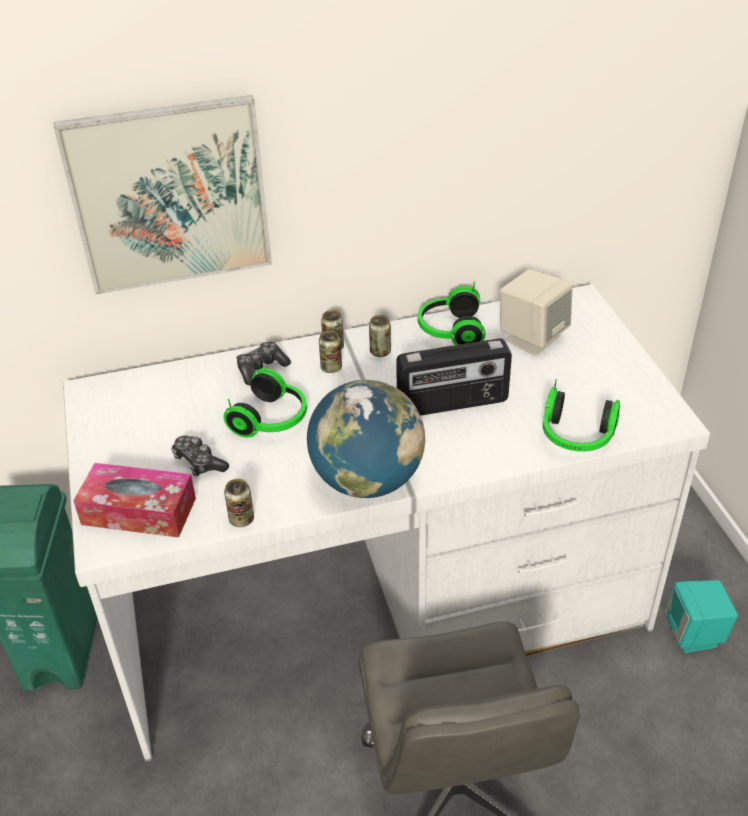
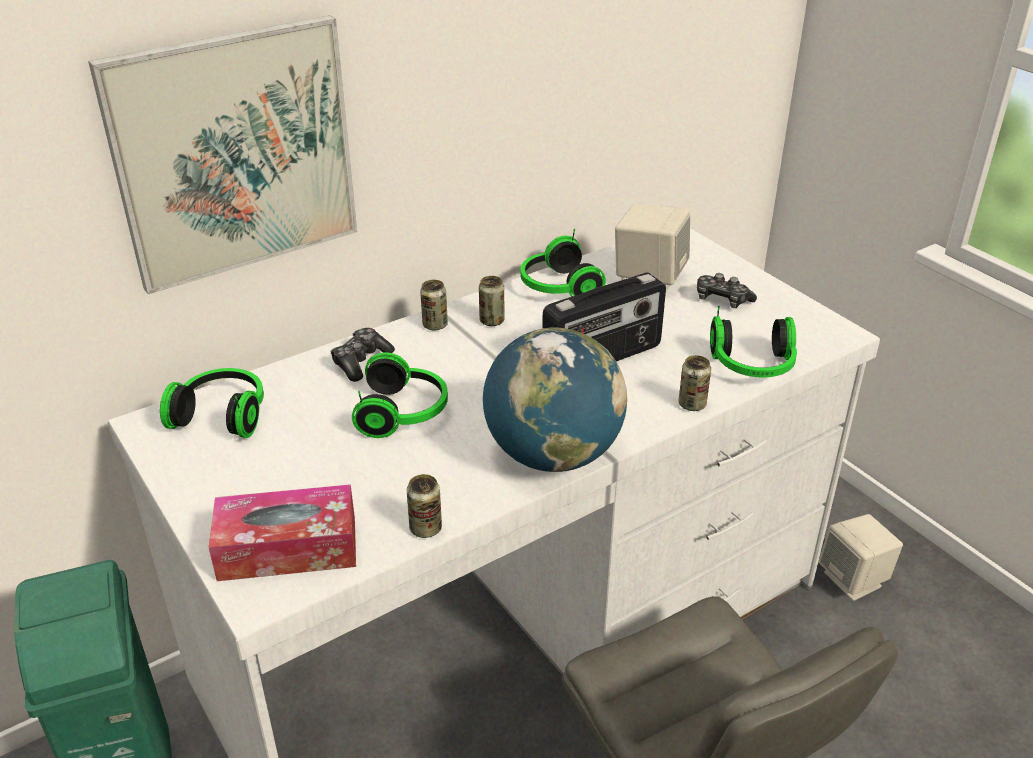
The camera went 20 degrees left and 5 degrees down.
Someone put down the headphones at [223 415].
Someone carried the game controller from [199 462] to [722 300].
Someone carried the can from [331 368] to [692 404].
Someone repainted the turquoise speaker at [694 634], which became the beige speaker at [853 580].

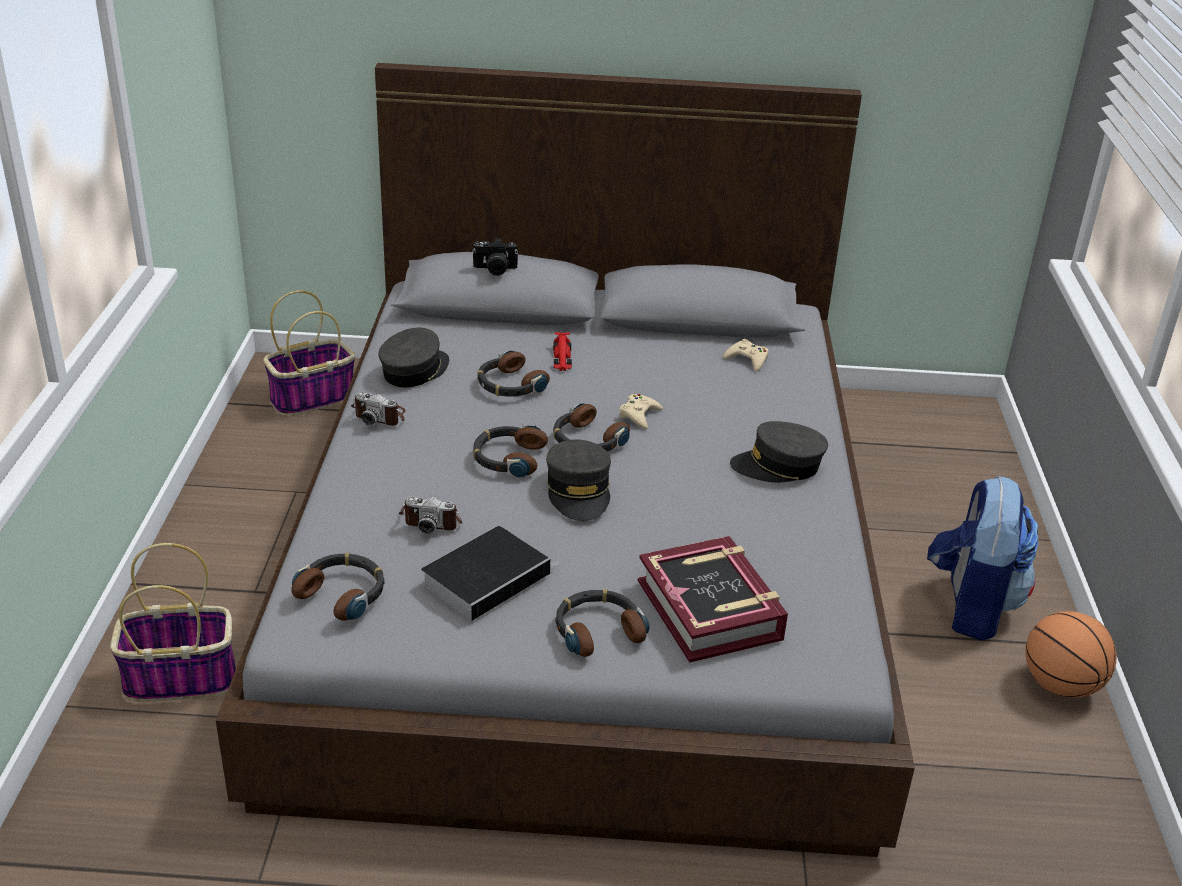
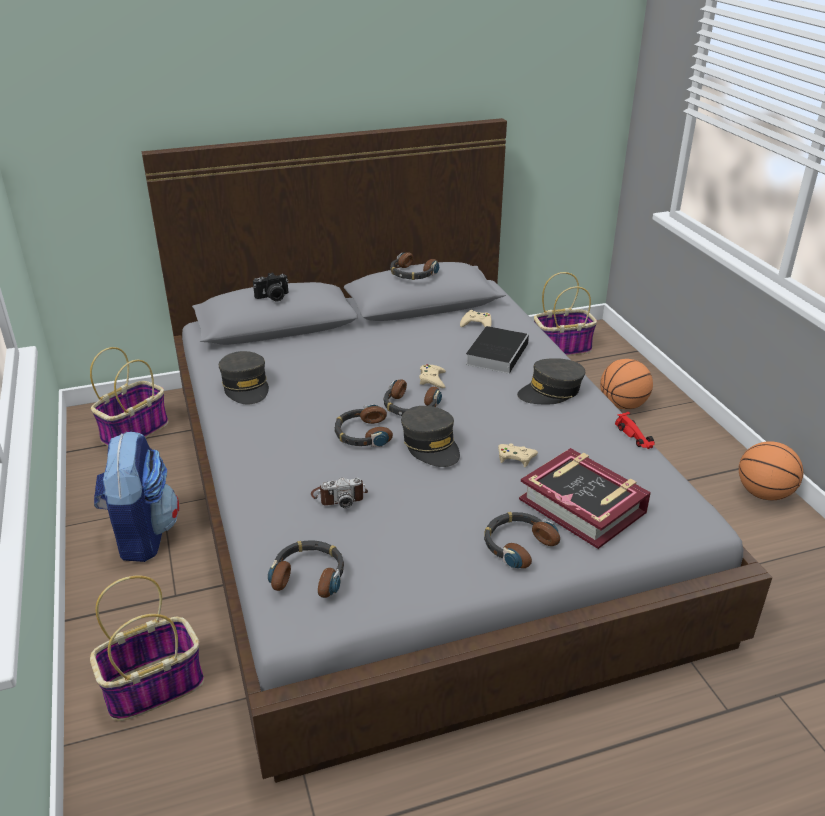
The camera went 20 degrees left and 0 degrees up.
Someone took away the photo camera at [380 415].
Someone put down the beige game controller at [515 458].
Someone put down the basket at [562 348].
Someone put down the basketball at [623 405].
Someone carried the book from [488 577] to [497 353].
Someone carried the headphones from [510 385] to [412 274].
Someone carried the red toy car from [562 358] to [635 436].
Someone carried the backpack from [971 606] to [142 535].
Someone rotated the grey cap at [415 370] by 150 degrees clockwise.

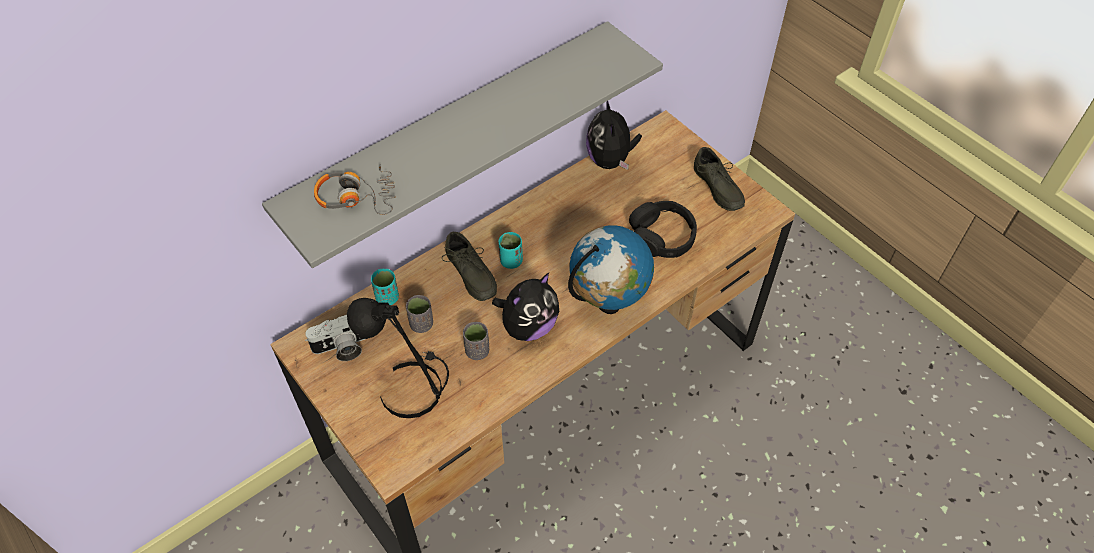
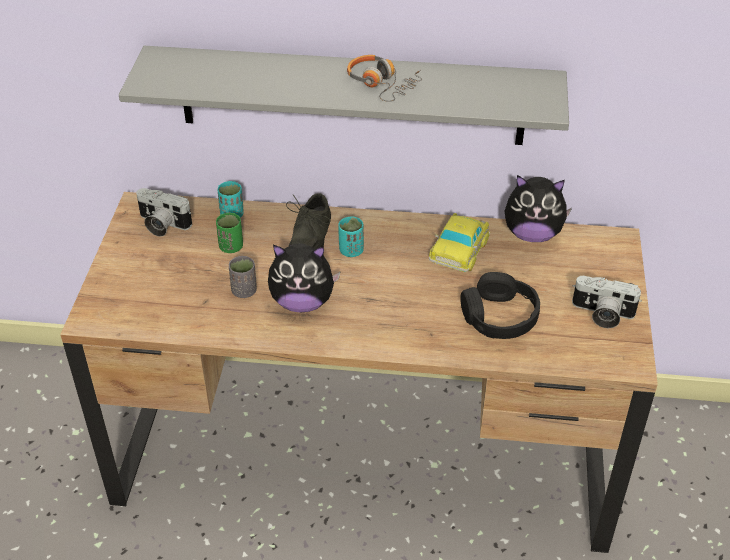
The camera went 45 degrees right and 10 degrees down.
Someone took away the black table lamp at [412 386].
Someone took away the globe at [608 303].
Someone put down the toy car at [460 248].
Someone carried the headphones from [356 197] to [381 84].
Someone swapped the grey shoe at [715 189] for the photo camera at [602 314].
Someone repainted the grey cup at [421 324], which became the green cup at [231 247].
Someone rotated the plush toy at [610 160] by 120 degrees counterclockwise.

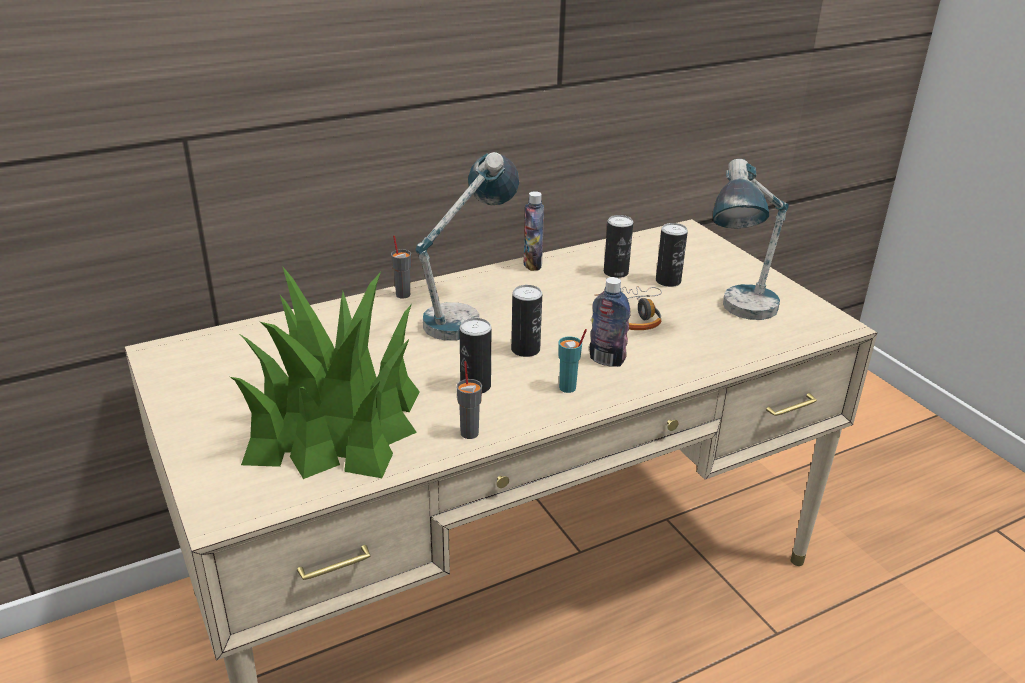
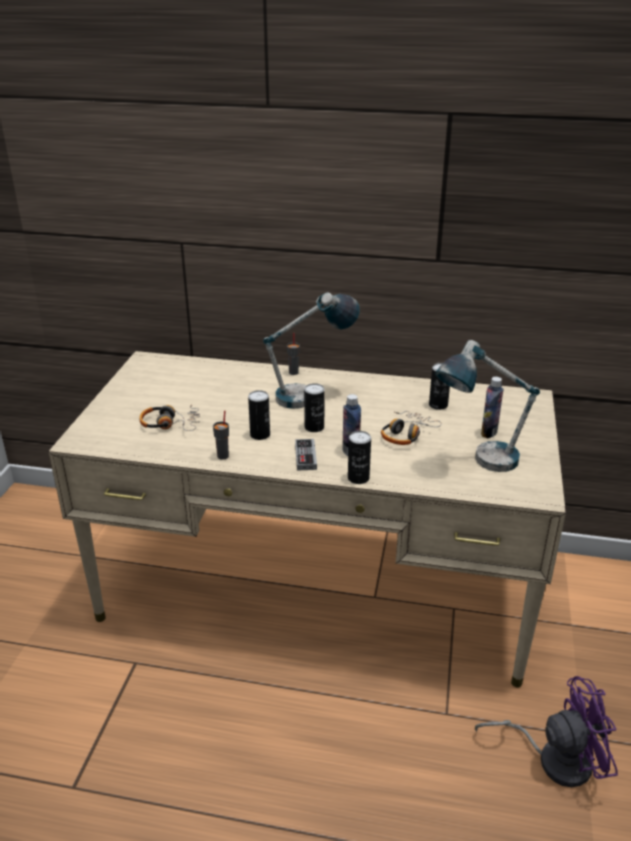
The camera went 40 degrees right and 0 degrees up.
Someone put down the purple fan at [554 758].
Someone carried the bottle from [532 264] to [489 432].
Someone carried the can from [668 281] to [358 478].
Someone swapped the potted plant at [334 423] for the headphones at [171 424].
Someone swapped the turquoise cup at [568 388] for the game controller at [305 457].

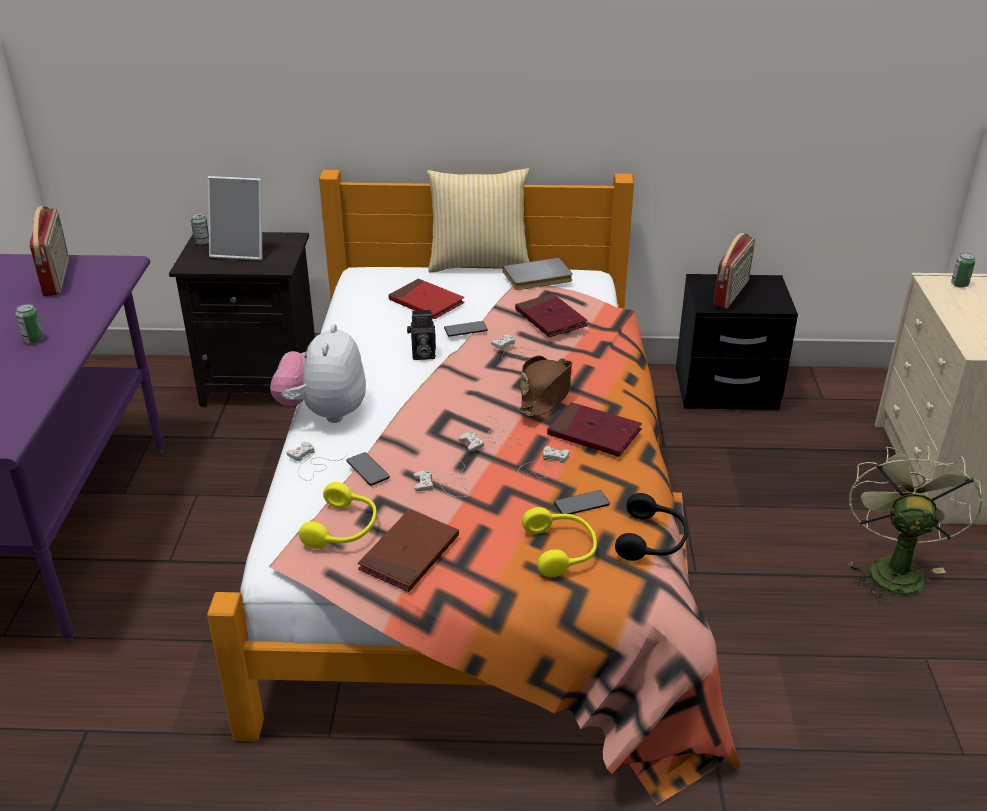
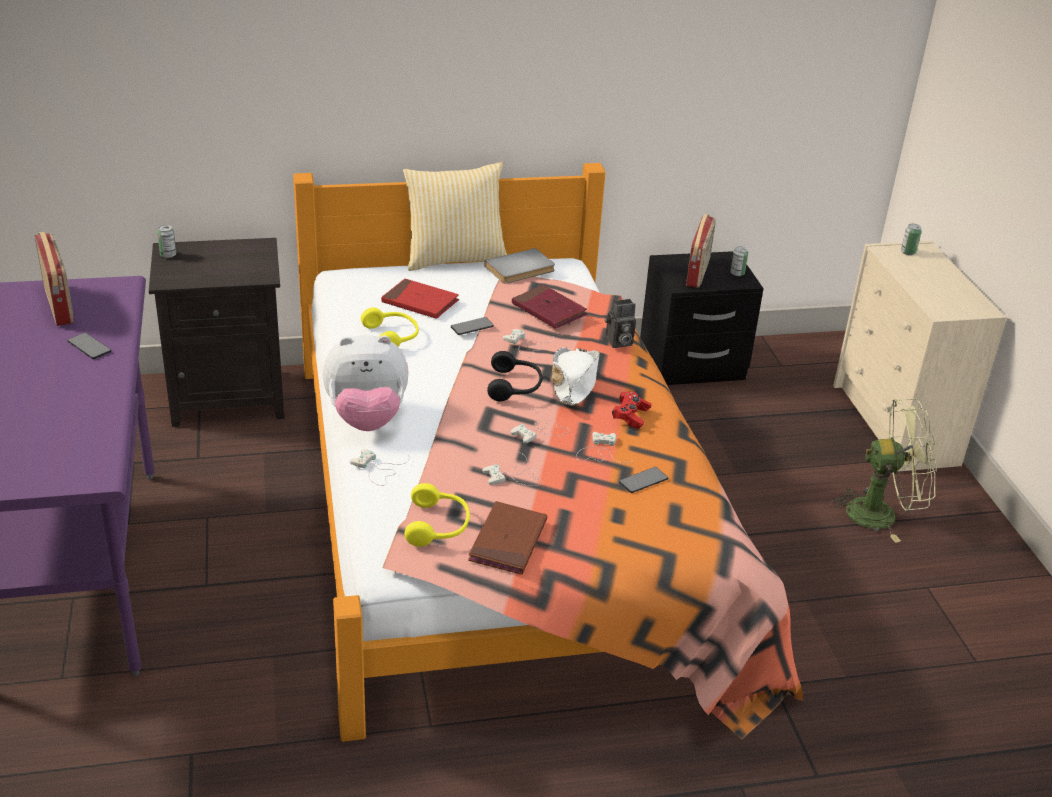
The camera went 15 degrees left and 0 degrees up.
Someone took away the picture frame at [242 251].
Someone carried the can from [33 340] to [737 273].
Someone carried the phone from [367 470] to [89 347].
Someone carried the photo camera from [422 355] to [618 342].
Someone carried the yellow headphones from [562 550] to [393 336].
Someone carried the black headphones from [652 540] to [515 386].
Someone swapped the red book at [594 433] for the red game controller at [630 416].
Someone repainted the brown hat at [546 393], which became the white hat at [574 382].
Someone rotated the plush toy at [324 412] by 90 degrees counterclockwise.
Someone rotated the green fan at [893 567] by 90 degrees clockwise.

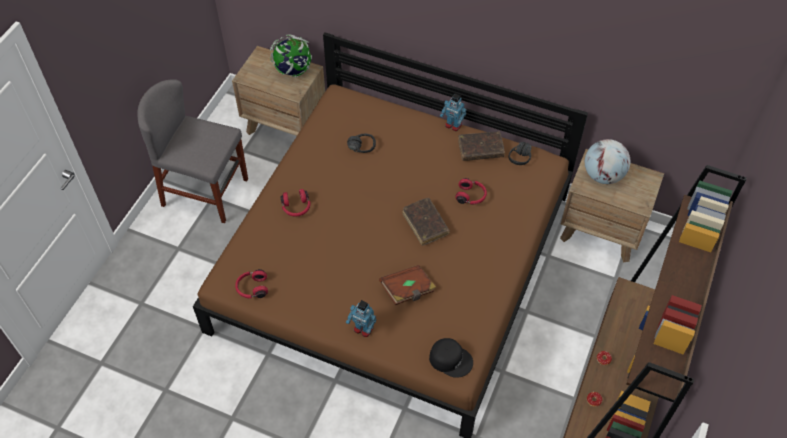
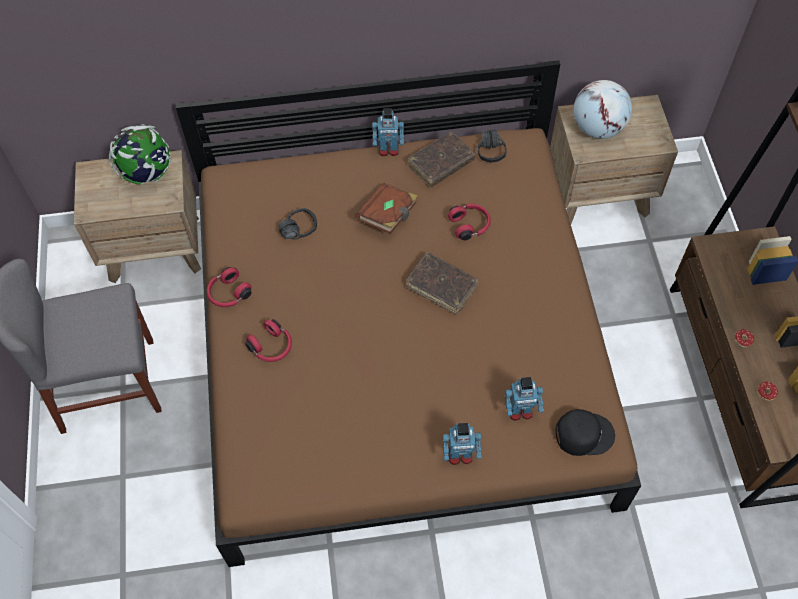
The camera went 30 degrees left and 5 degrees up.
Someone put down the toy robot at [520 411].
Someone carried the red headphones from [252 288] to [228 294].
Someone carried the brown book from [408 290] to [388 215].

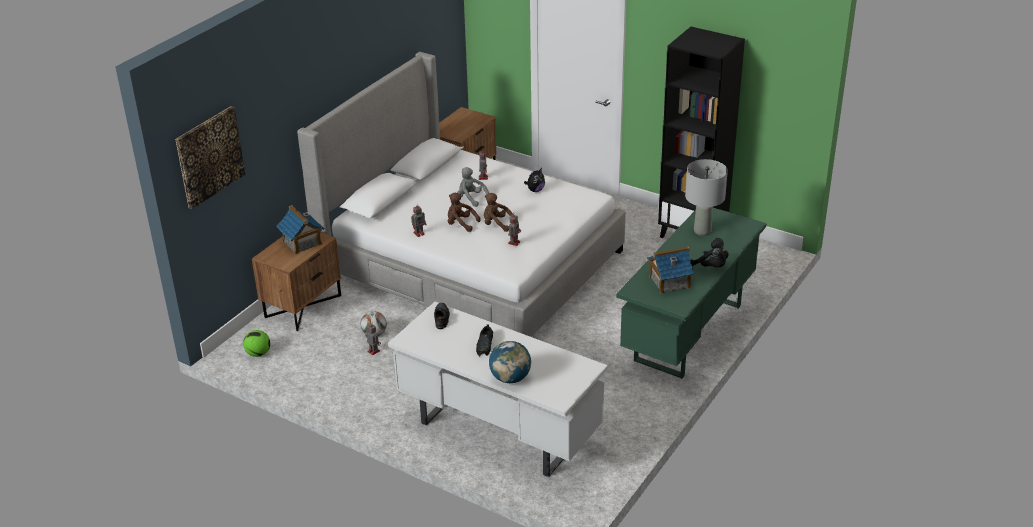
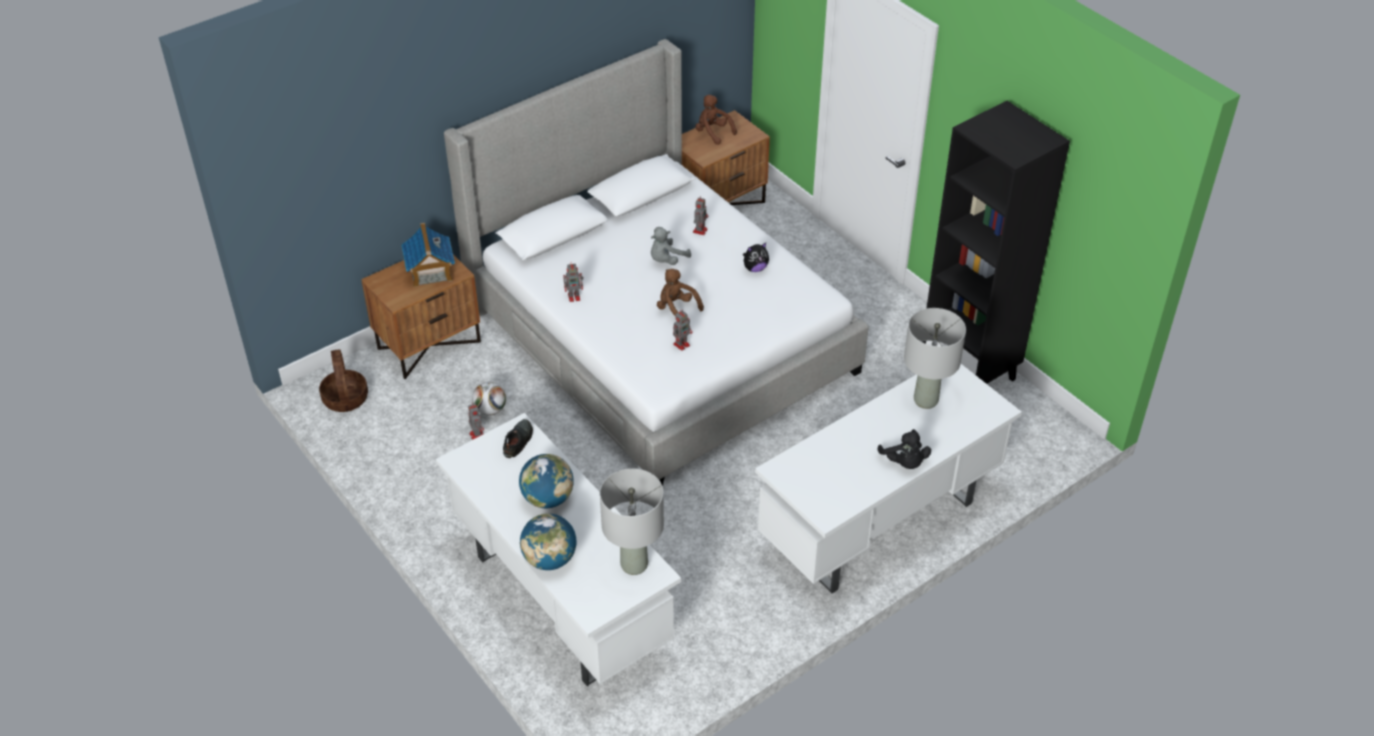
The camera went 20 degrees right and 10 degrees up.
Someone took away the picture at [209 156].
Someone took away the toy house at [669 282].
Someone put down the grey table lamp at [634 564].
Someone carried the brown plush toy from [460 224] to [713 133].
Someone swapped the football at [258 353] for the basket at [345 398].
Someone swapped the black shoe at [485 345] for the globe at [547 498].
Someone repainted the green desk at [689 333], which became the white desk at [879 526].
Someone rotated the grey plush toy at [471 198] by 105 degrees counterclockwise.

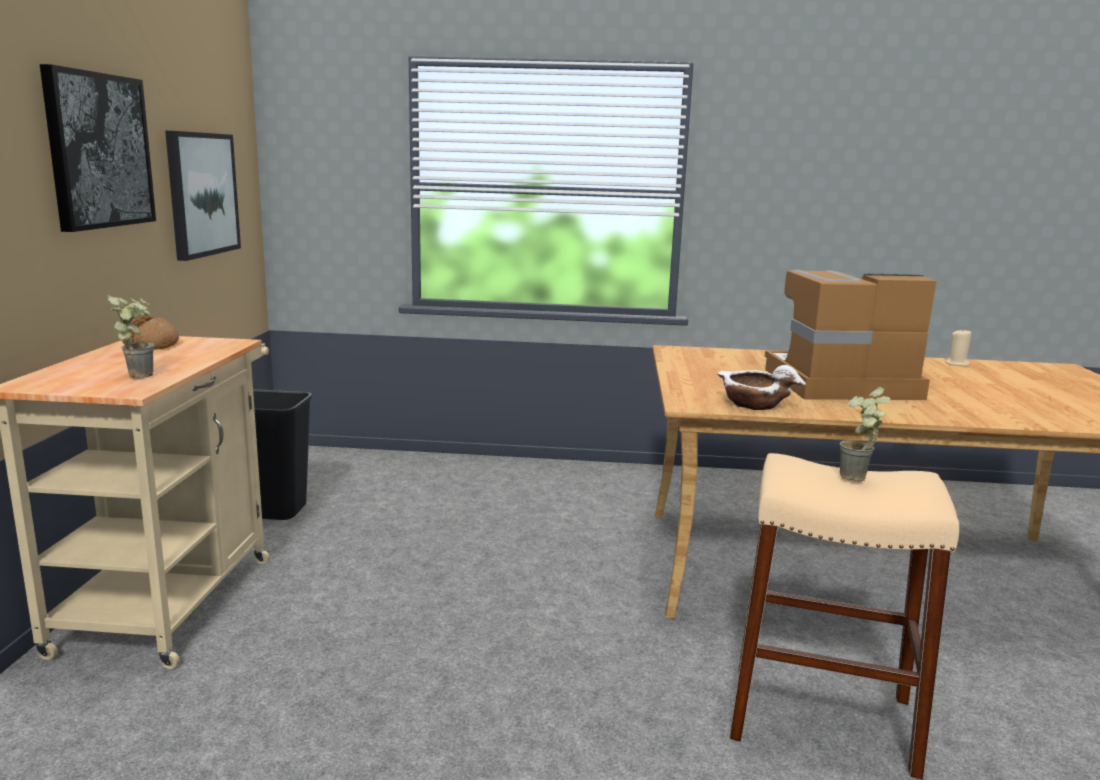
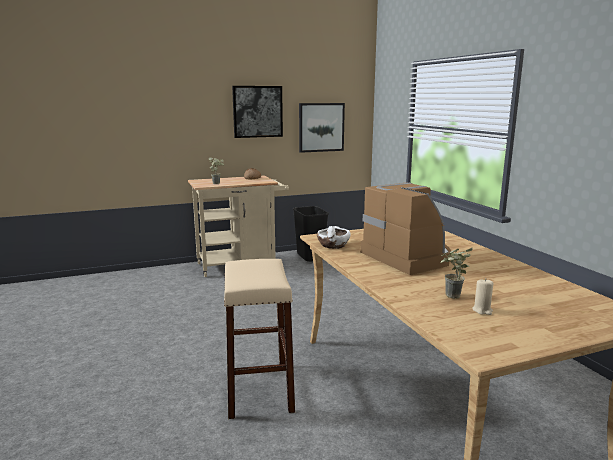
The camera went 65 degrees right and 0 degrees up.
Someone carried the potted plant from [858 480] to [451 297].
Someone carried the beige candle from [957 364] to [482 310].

